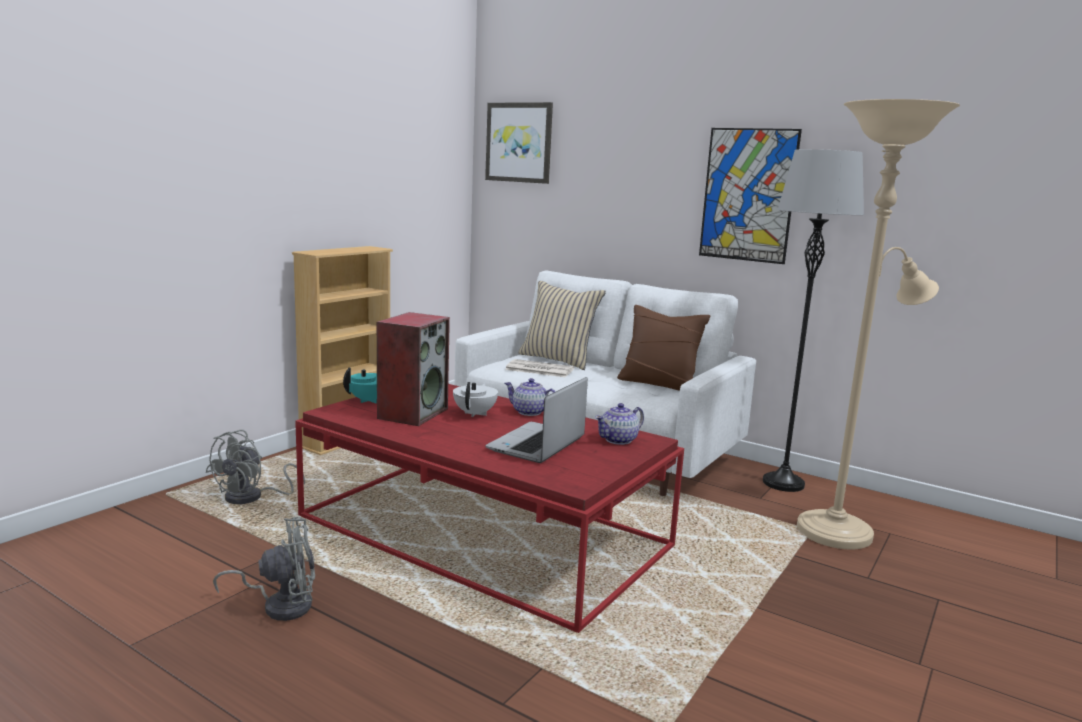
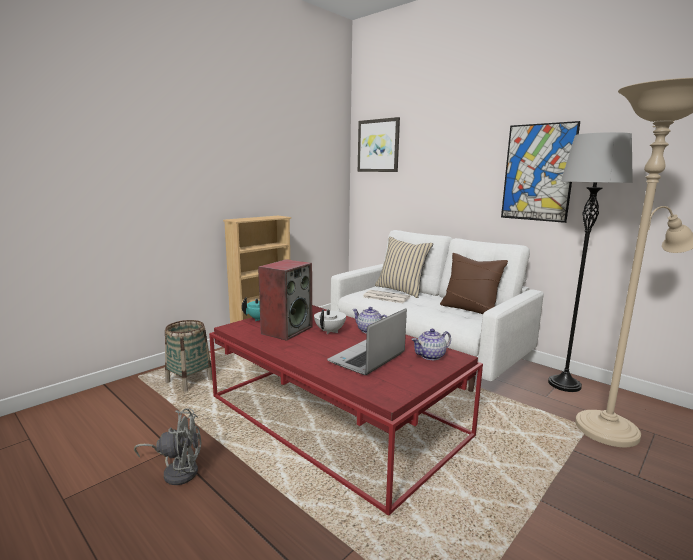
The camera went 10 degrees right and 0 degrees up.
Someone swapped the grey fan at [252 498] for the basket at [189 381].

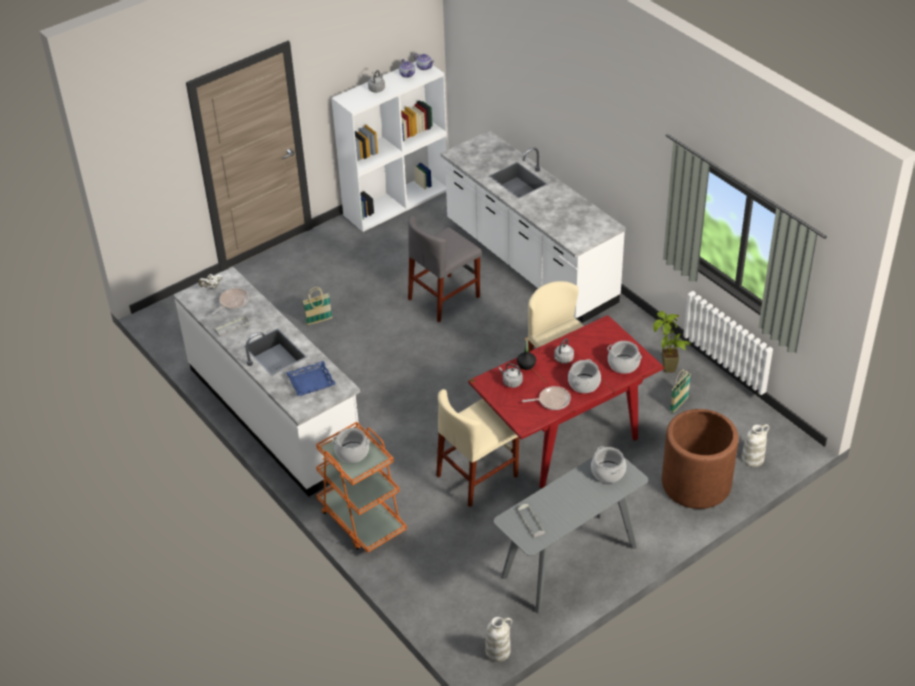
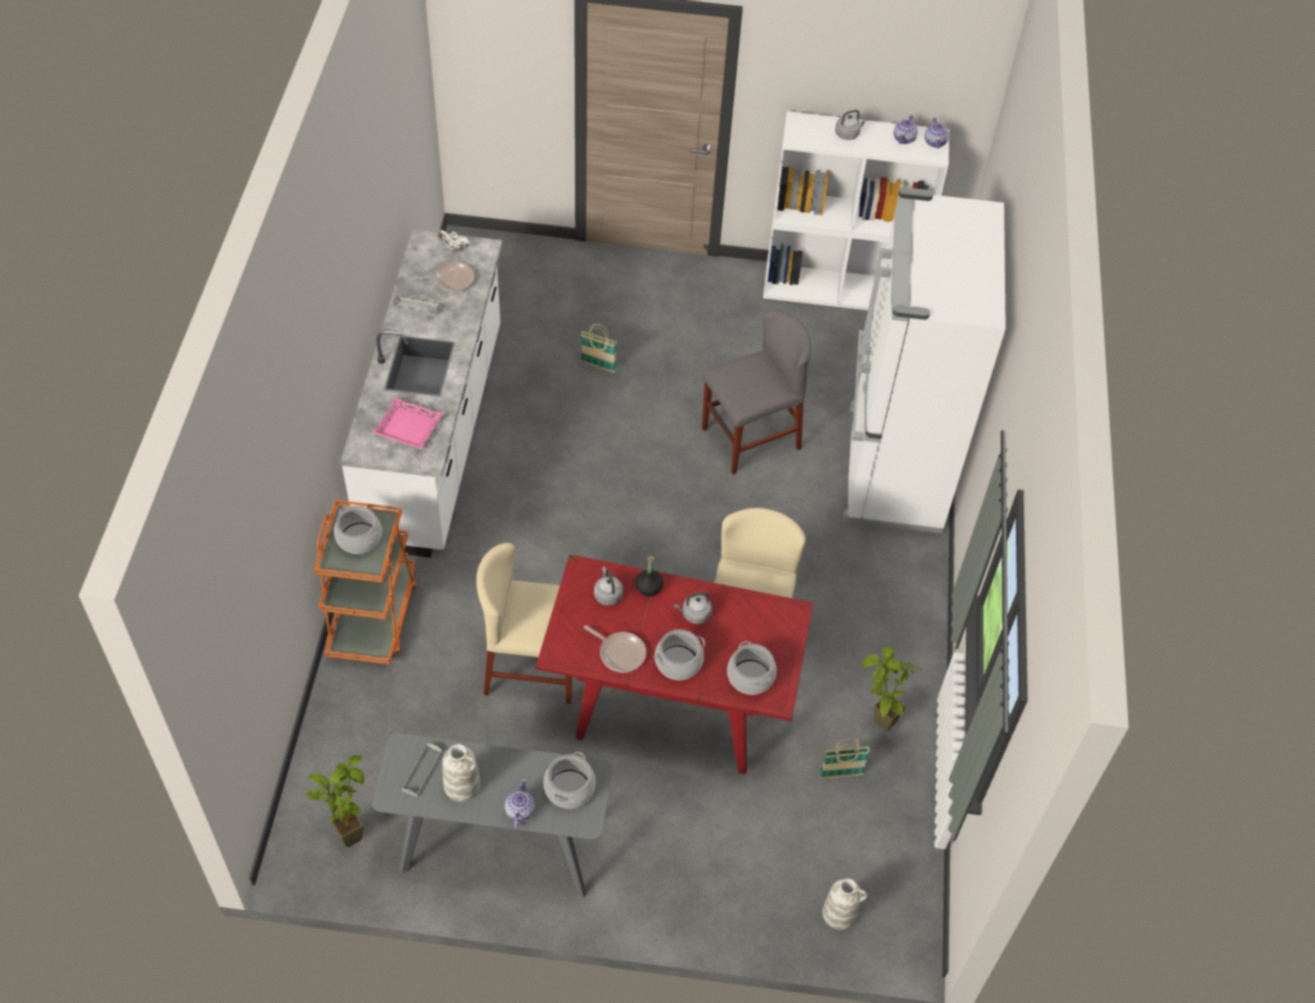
The camera went 40 degrees right and 10 degrees up.
Someone took away the brown planter at [696 483].
Someone put down the potted plant at [349 829].
Someone put down the teapot at [519 811].
Someone carried the white vase from [498 651] to [463 786].
Someone swapped the white counter at [529 263] for the white fridge at [891 468].
Someone repainted the blue tray at [311 382], which became the pink tray at [408 428].
Someone rotated the grey chair at [444 298] by 150 degrees clockwise.

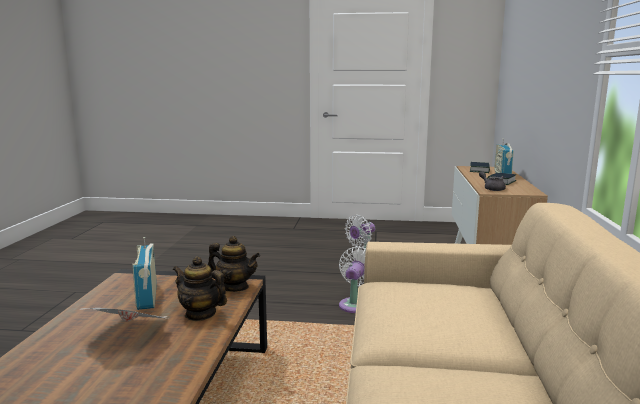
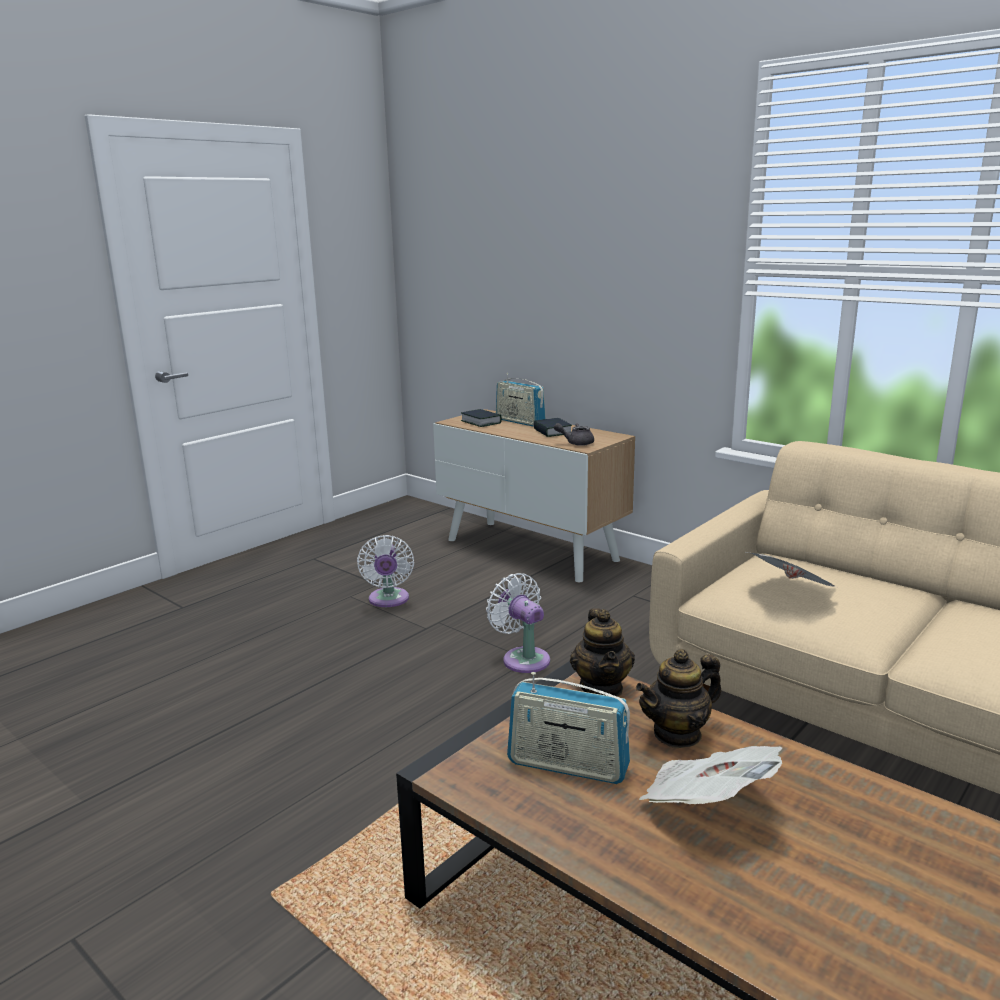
The camera went 55 degrees left and 5 degrees up.
Someone put down the newspaper at [792 594].
Someone rotated the teapot at [234 287] by 120 degrees clockwise.

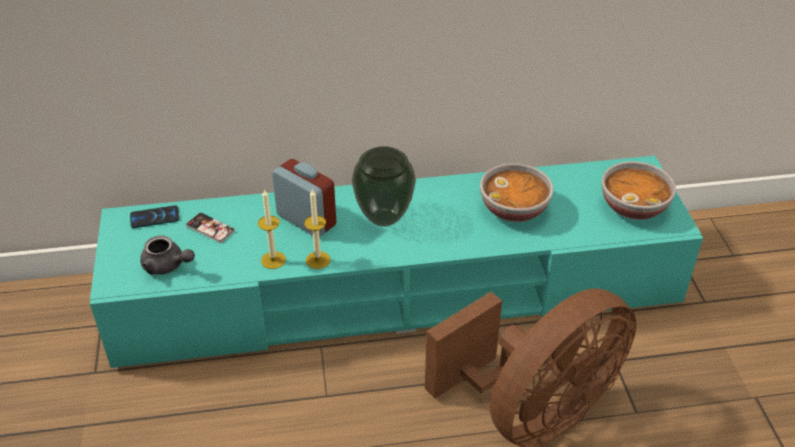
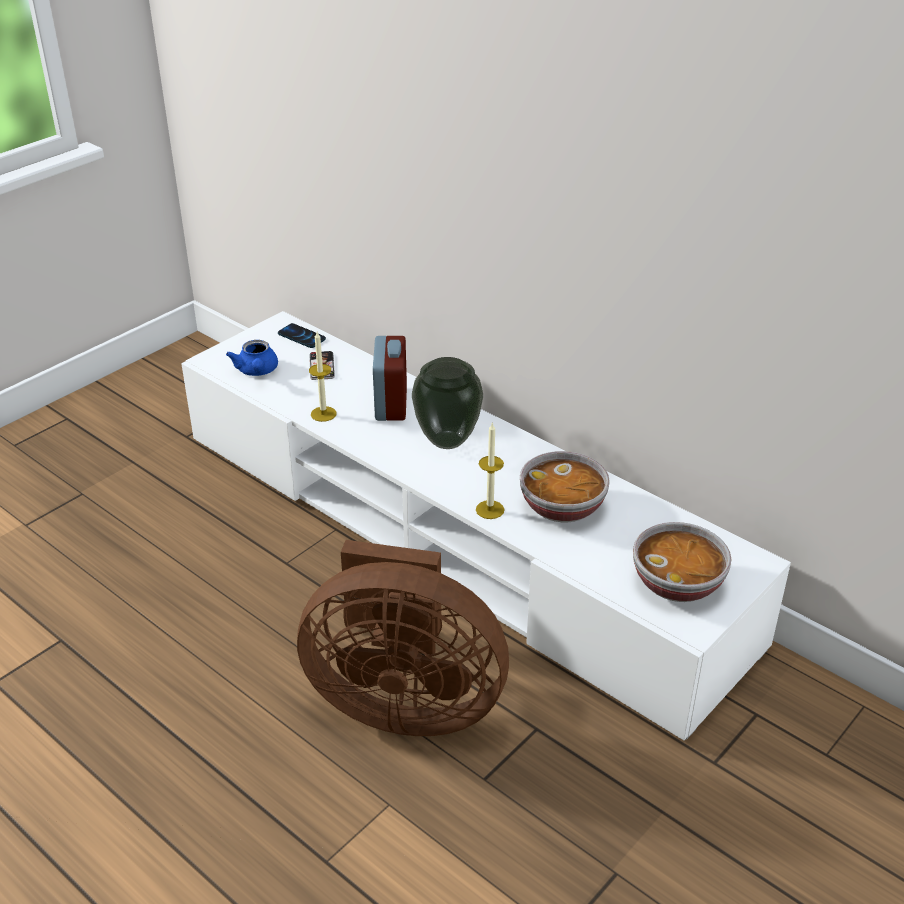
The camera went 50 degrees right and 5 degrees down.
Someone carried the candle from [318 260] to [490 509].
Someone repainted the turquoise tv stand at [398 291], which became the white tv stand at [453 536].
Someone repainted the grey teapot at [167 266], which became the blue teapot at [257 371].

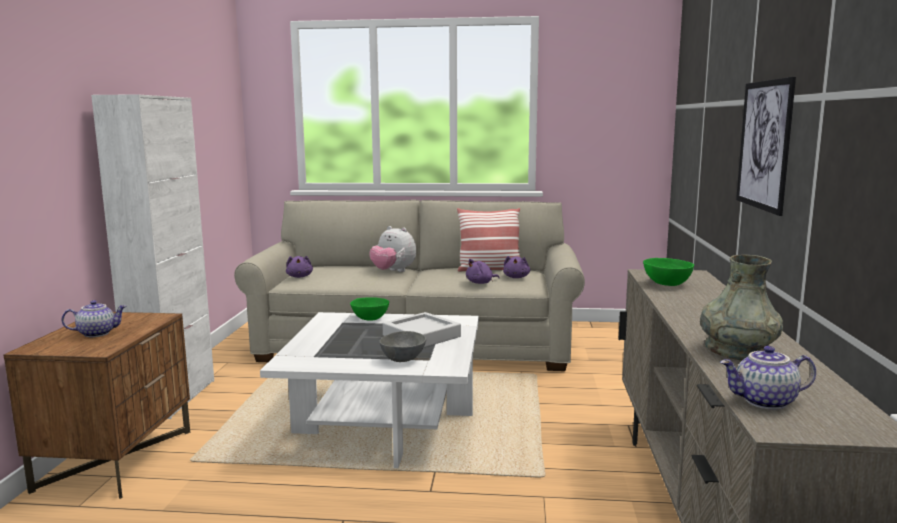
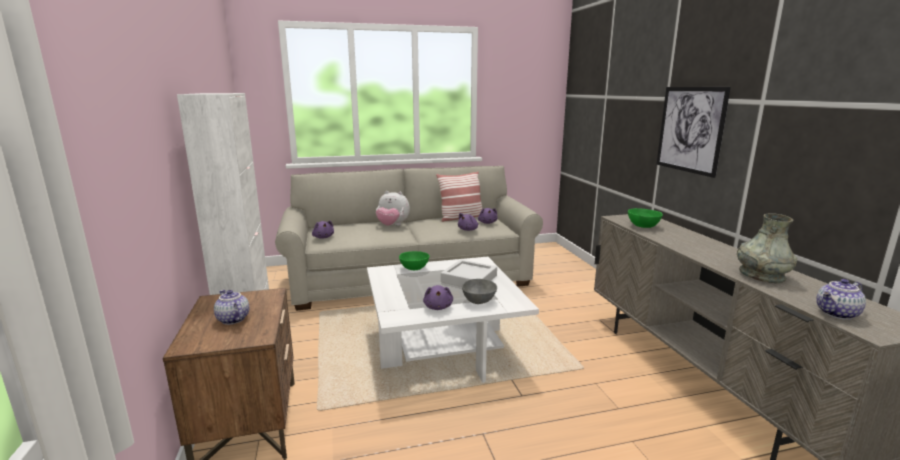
The camera went 20 degrees left and 5 degrees up.
Someone put down the purple plush toy at [438 307].
Someone rotated the teapot at [97 333] by 90 degrees counterclockwise.

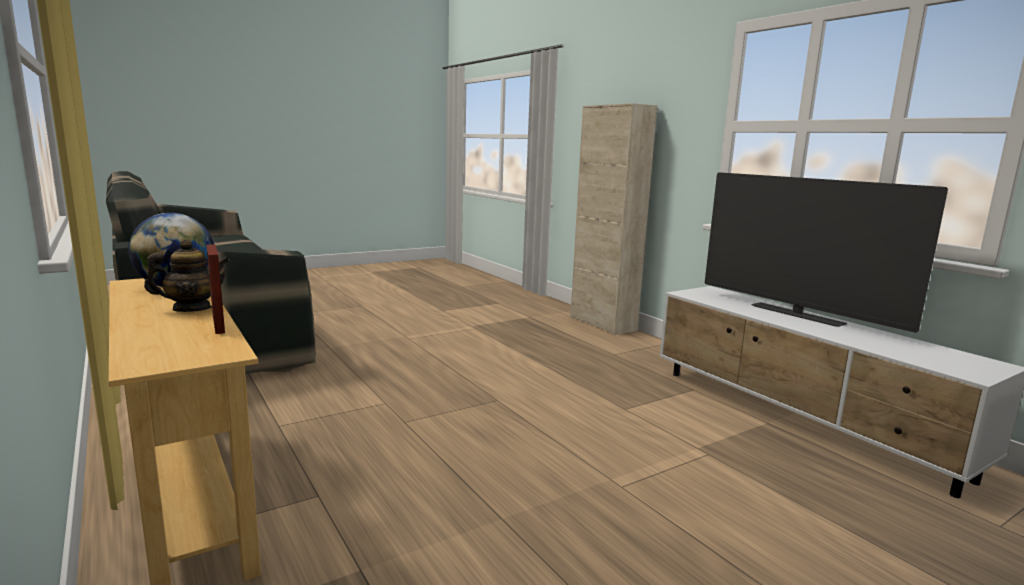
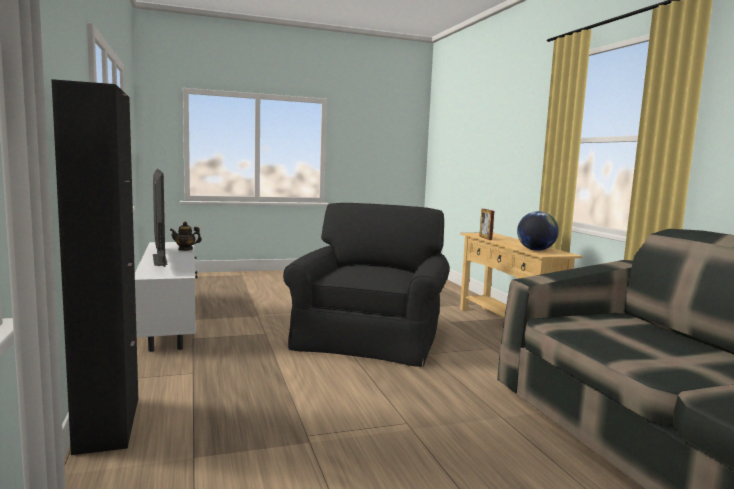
The camera went 165 degrees left and 5 degrees down.
Someone put down the black armchair at [370 336].
Someone carried the teapot from [192 309] to [185 249].
Someone repainted the beige cabinet at [602 323], which became the black cabinet at [108 424].

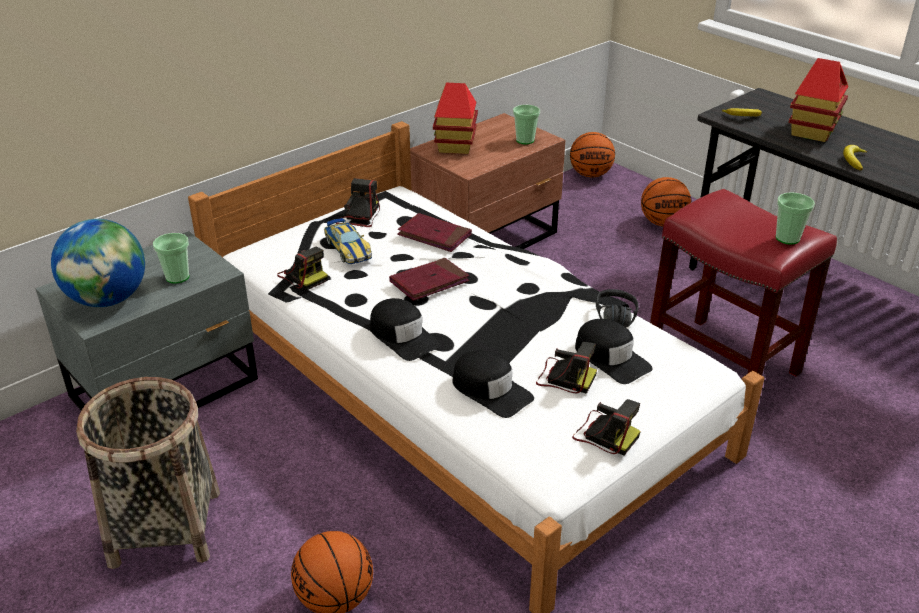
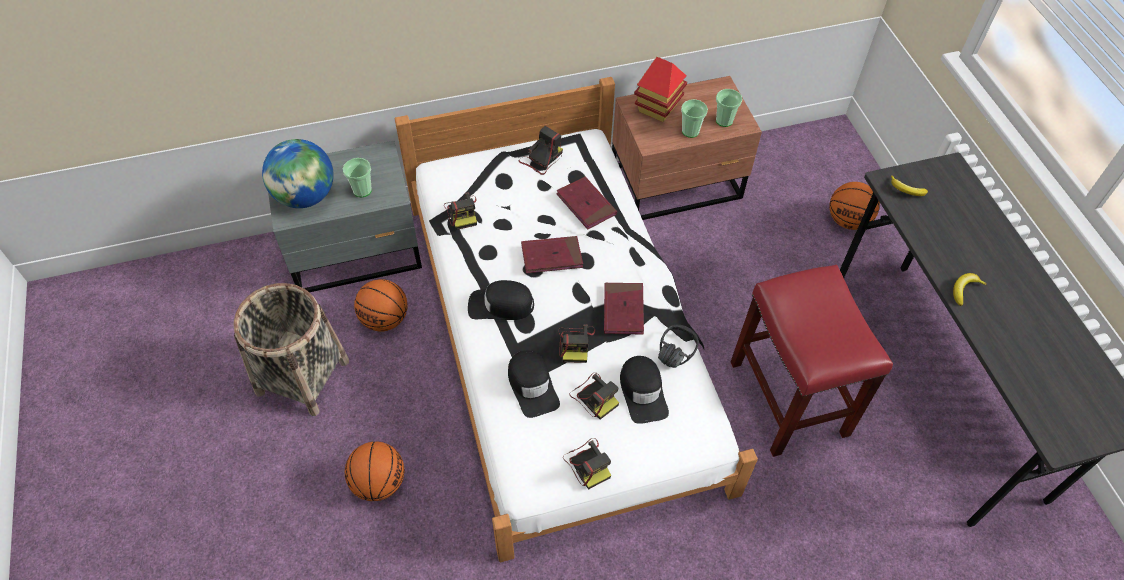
The camera went 25 degrees right and 20 degrees up.
Someone took away the toy car at [348 248].
Someone took away the toy house at [812 132].
Someone put down the photo camera at [575 343].
Someone put down the red book at [623 310].
Someone carried the basketball from [590 174] to [385 319].
Someone carried the cup from [787 238] to [690 131].
Someone rotated the black cap at [403 336] by 105 degrees clockwise.

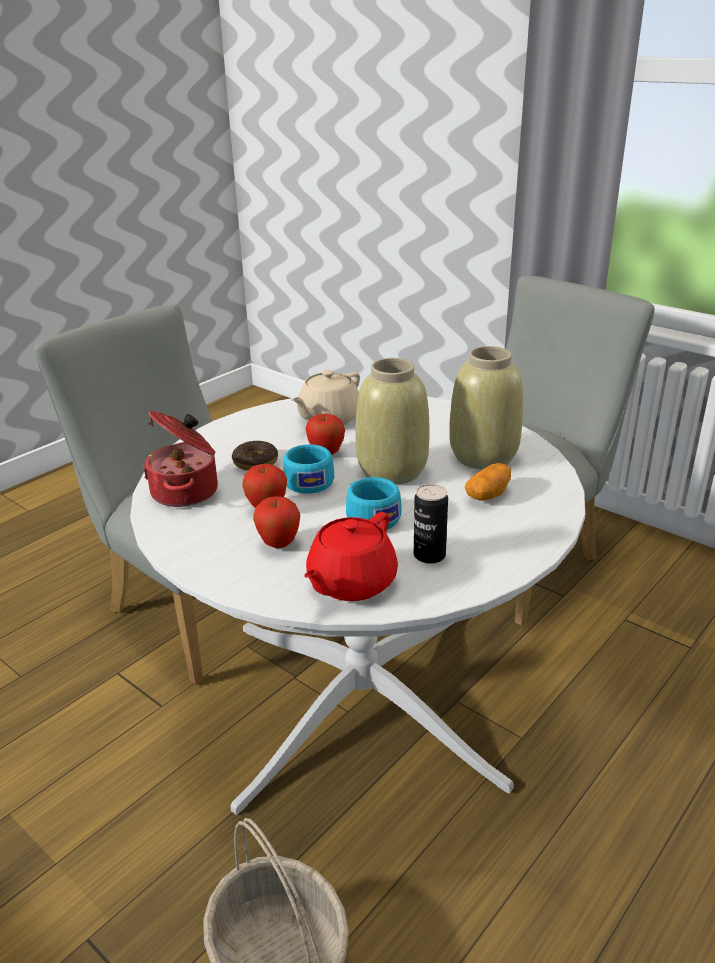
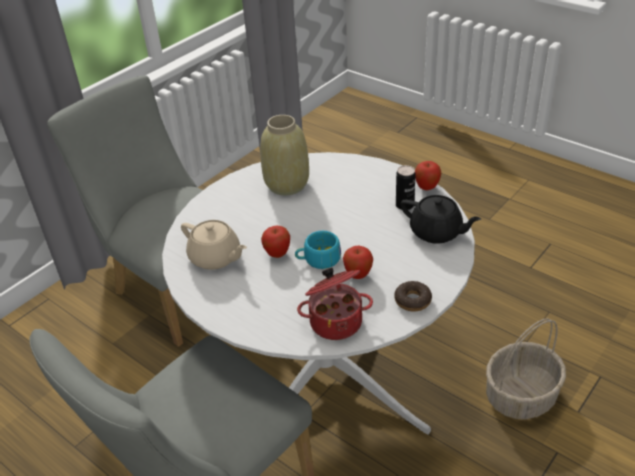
The camera went 90 degrees left and 10 degrees up.
Someone took away the turquoise cup at [370 516].
Someone took away the beige vase at [391 471].
Someone took away the potato at [488 495].
Someone carried the donut from [255 462] to [412 300].
Someone carried the apple from [279 544] to [427 188].
Someone repainted the red teapot at [350 583], which became the black teapot at [437 232].

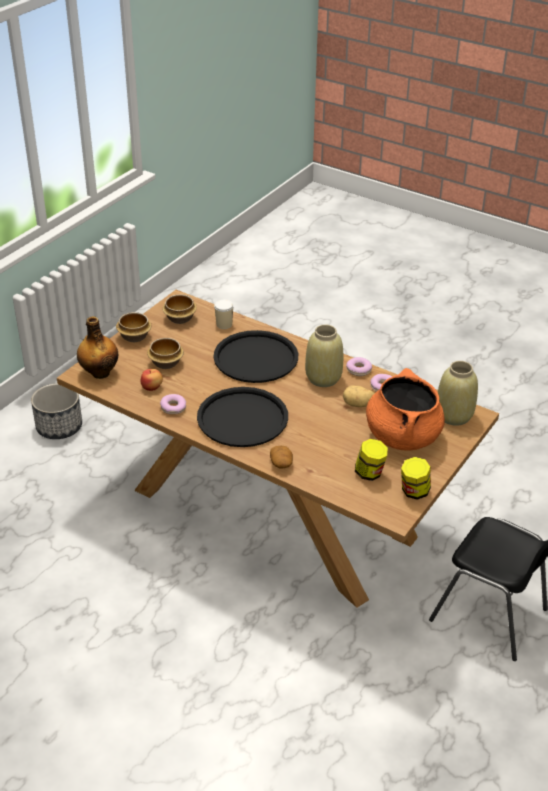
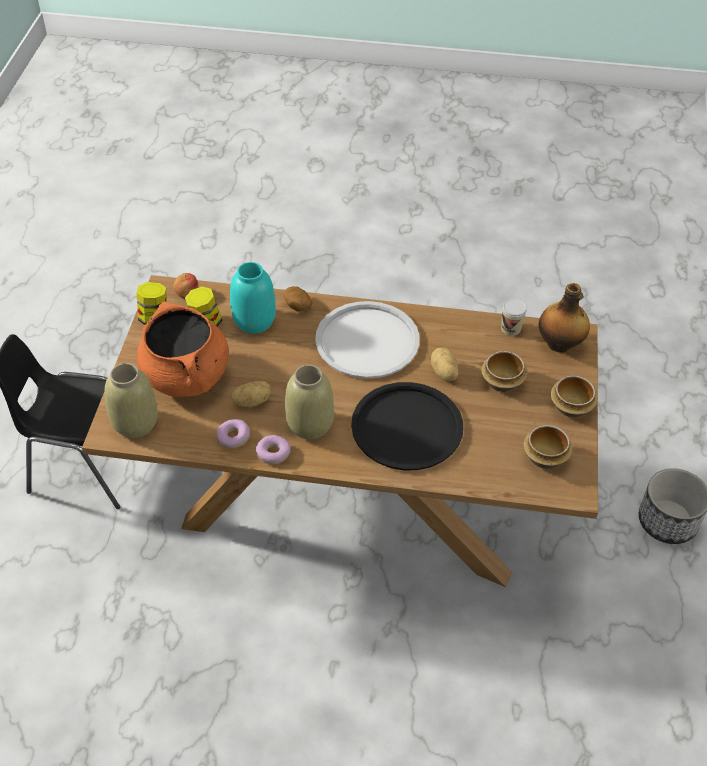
The camera went 155 degrees right and 10 degrees up.
Someone took away the donut at [173 408].
Someone put down the turquoise vase at [255 321].
Someone put down the potato at [443 373].
Someone carried the apple from [152 387] to [187 294].
Someone carried the cup from [224 324] to [511 328].
Someone repainted the black tray at [242 418], which became the white tray at [367 341].

